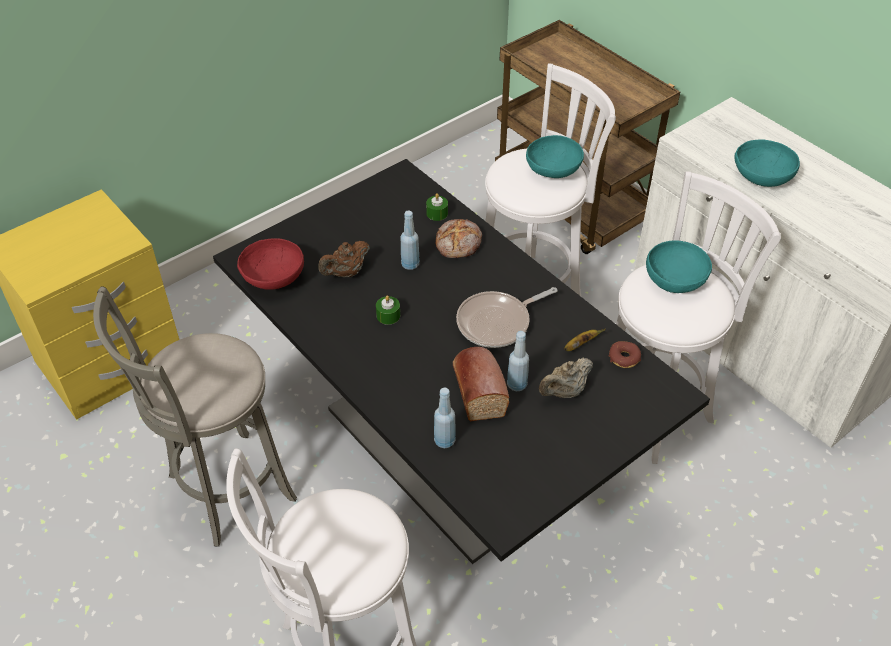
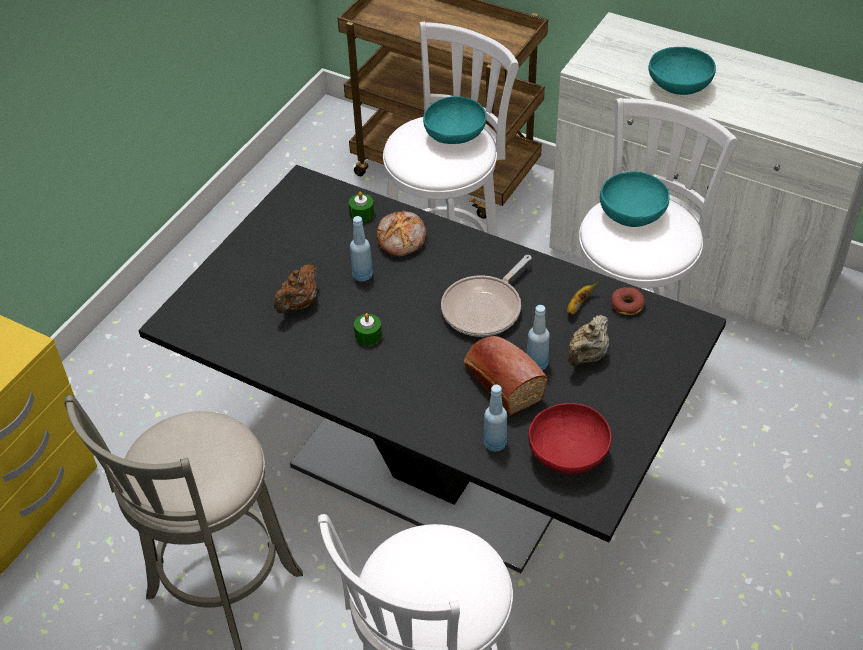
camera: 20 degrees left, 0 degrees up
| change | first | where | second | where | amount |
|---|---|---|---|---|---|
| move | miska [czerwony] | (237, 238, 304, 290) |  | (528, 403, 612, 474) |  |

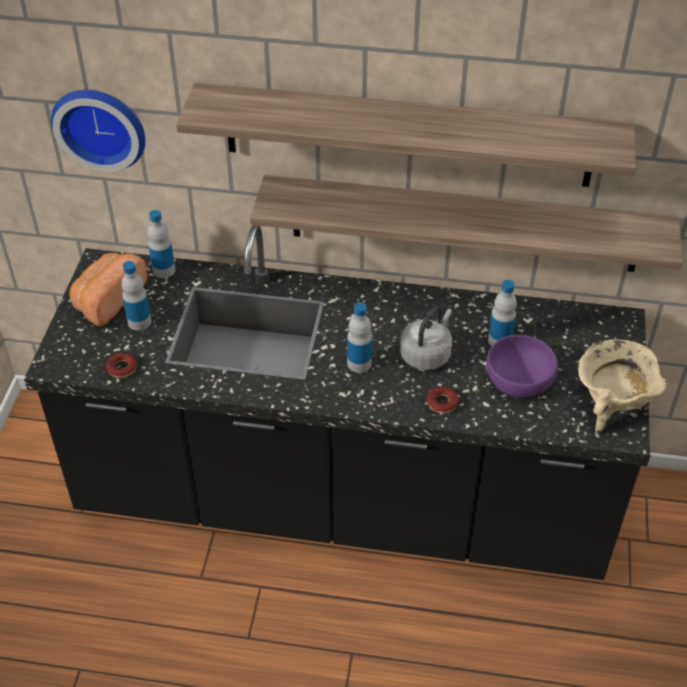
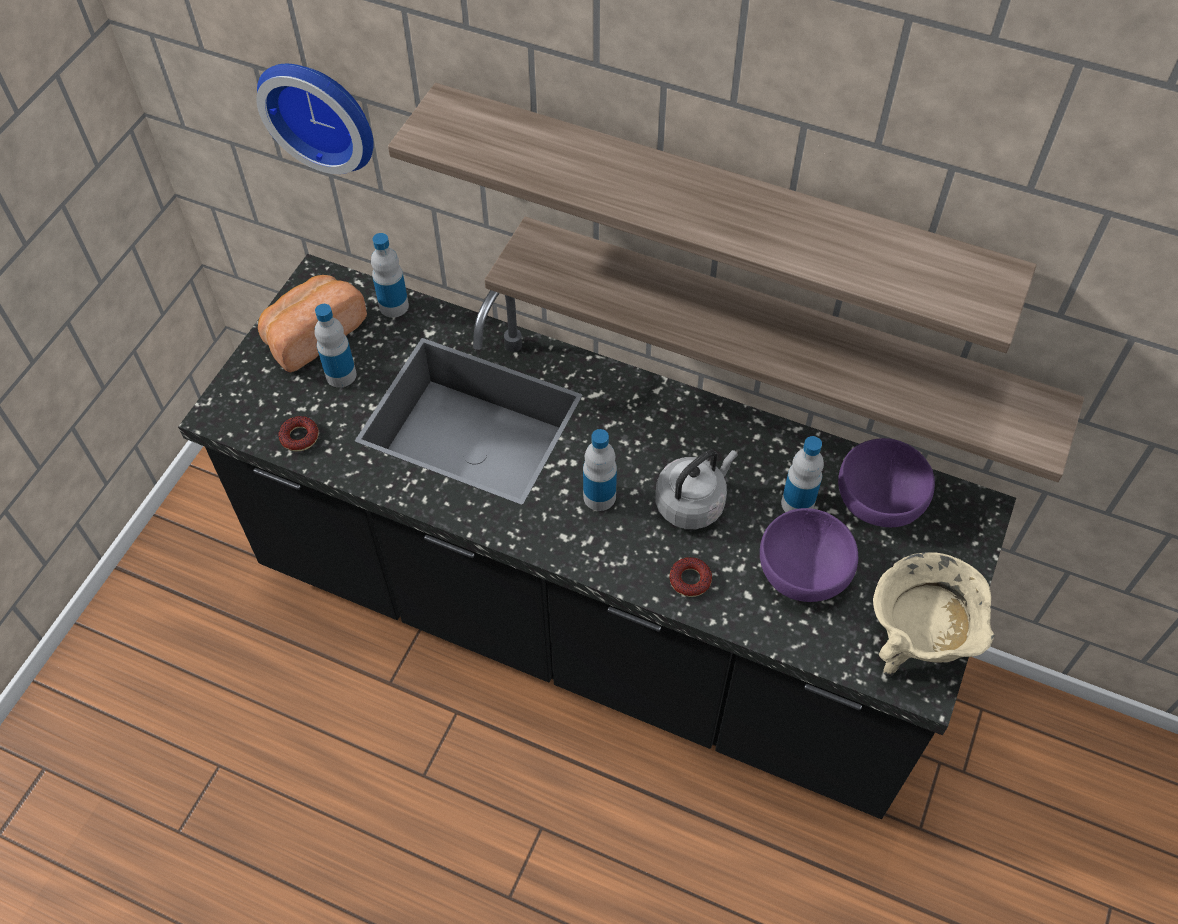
camera: 15 degrees right, 10 degrees up
| change | first | where | second | where | amount |
|---|---|---|---|---|---|
| insert |  |  | miska [fioletowy] | (838, 438, 935, 527) |  |

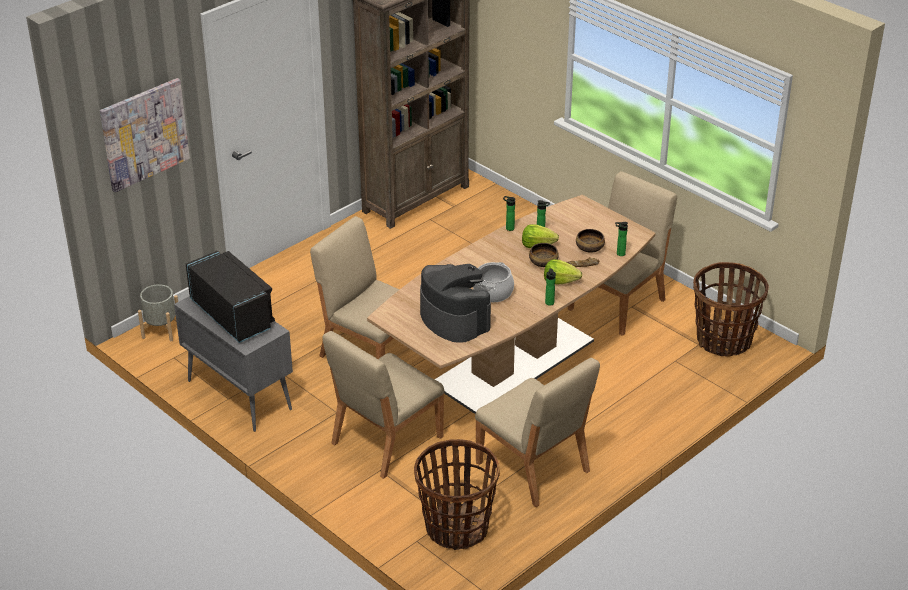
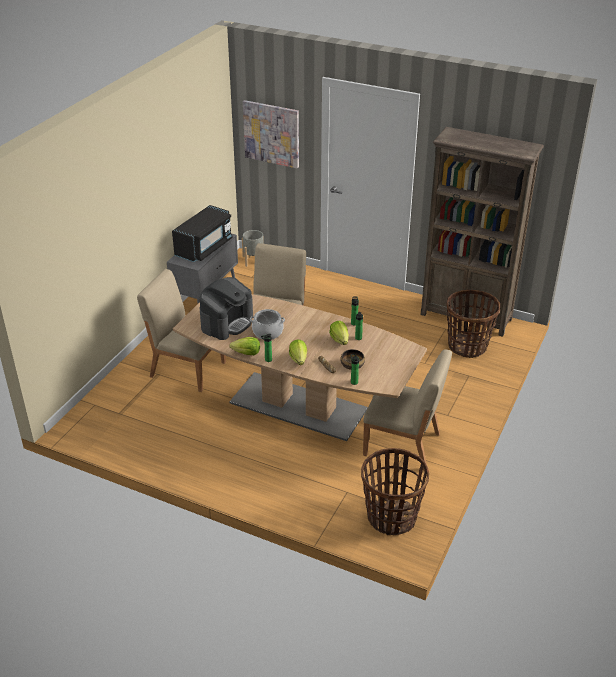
camera: 70 degrees right, 0 degrees up
| change | first | where | second | where | amount |
|---|---|---|---|---|---|
| move | koszyk | (414, 439, 500, 550) |  | (447, 290, 500, 358) |  |
| delete | krzesło [beżowy] | (475, 358, 600, 507) |  |  |  |
| delete | miska | (529, 243, 559, 267) |  |  |  |
| insert |  |  | sałata | (230, 337, 260, 355) |  |

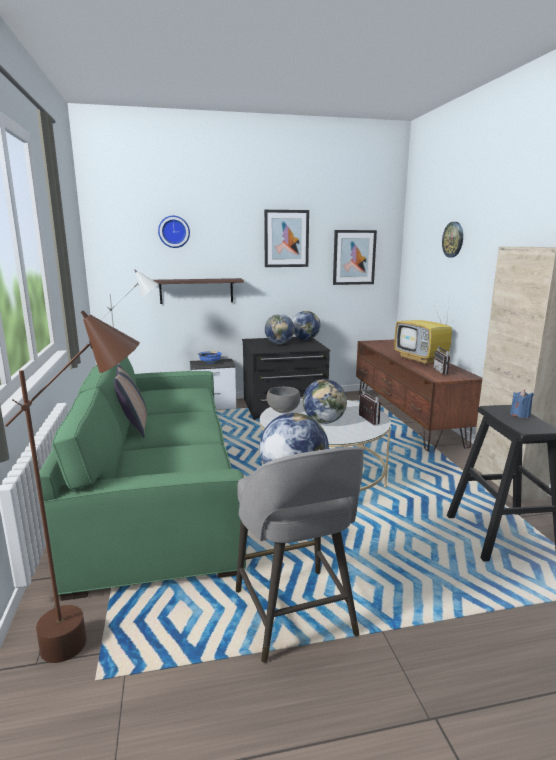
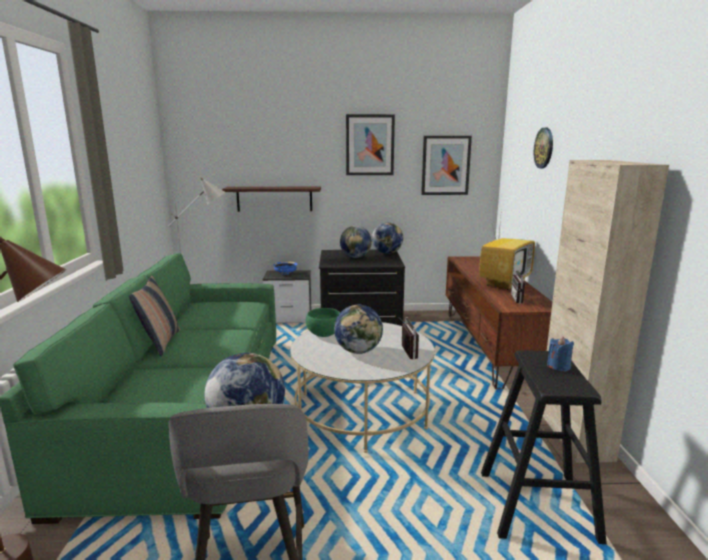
camera: 10 degrees right, 0 degrees up
| change | first | where | second | where | amount |
|---|---|---|---|---|---|
| delete | zegar ścienny | (158, 216, 190, 248) |  |  |  |
| recolor | miska [szary] | (267, 387, 300, 413) | miska [zielony] | (306, 308, 340, 337) |  |
| rotate | telewizor | (395, 304, 452, 365) |  | (479, 218, 535, 290) | 120 degrees counterclockwise |

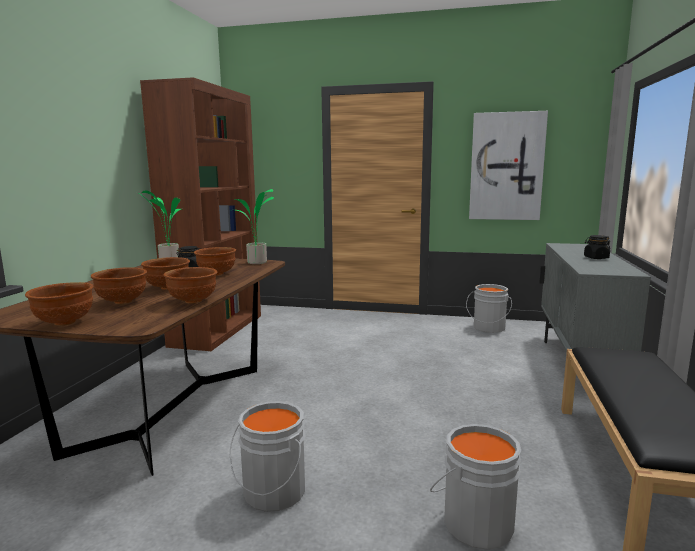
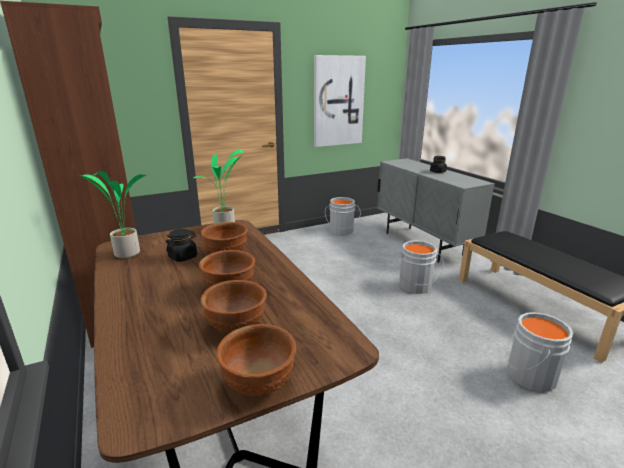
camera: 40 degrees left, 10 degrees up
| change | first | where | second | where | amount |
|---|---|---|---|---|---|
| delete | miska [brązowy] | (163, 267, 218, 304) |  |  |  |
| move | wiadro [szary] | (230, 401, 305, 512) |  | (395, 241, 444, 294) |  |

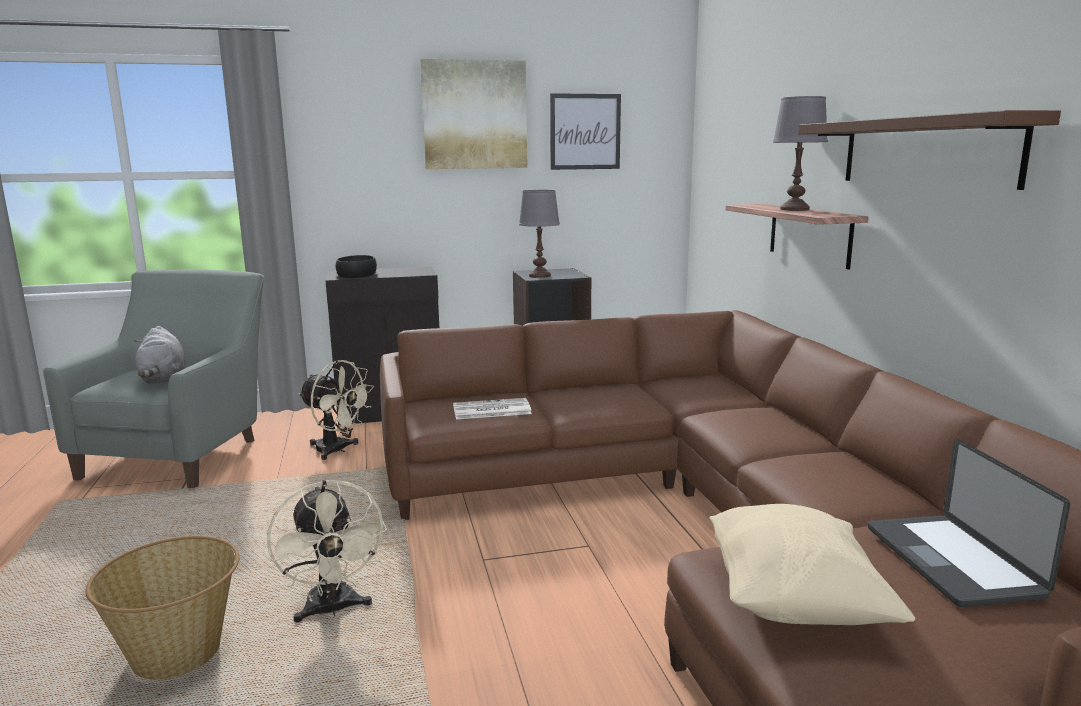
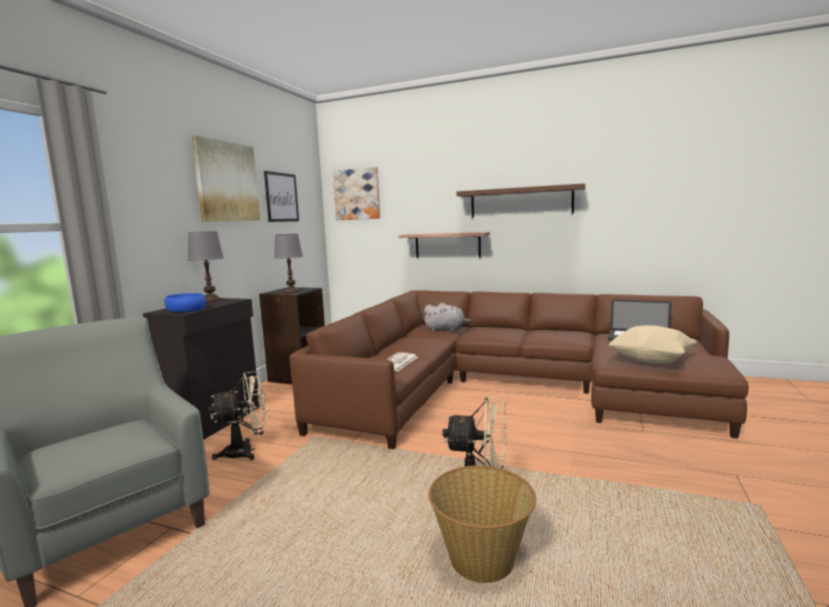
camera: 55 degrees left, 5 degrees down
| change | first | where | second | where | amount |
|---|---|---|---|---|---|
| move | pluszak [szary] | (134, 326, 185, 384) |  | (423, 303, 473, 332) |  |
| recolor | miska [czarny] | (336, 255, 377, 278) | miska [niebieski] | (164, 293, 206, 312) |  |
| move | lampa stołowa [szary] | (773, 96, 828, 211) |  | (188, 231, 224, 302) |  |
| insert |  |  | obraz | (333, 167, 380, 220) |  |

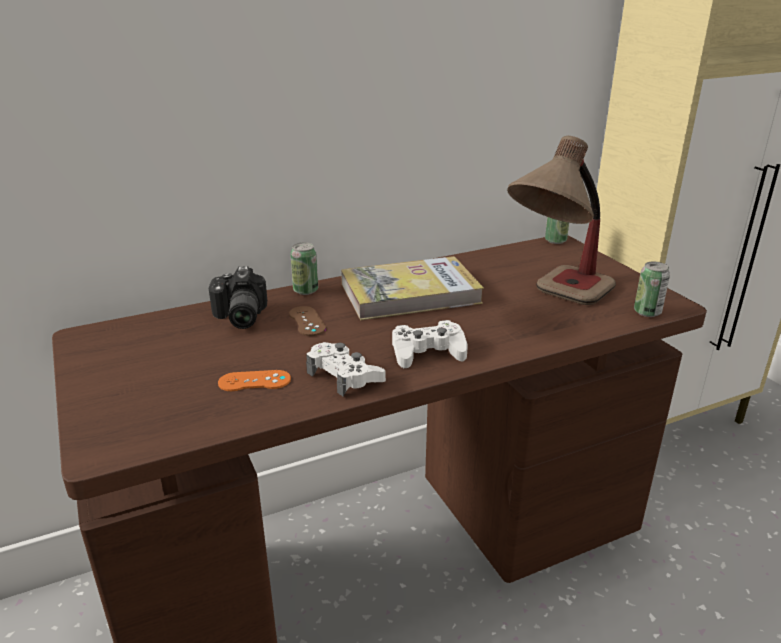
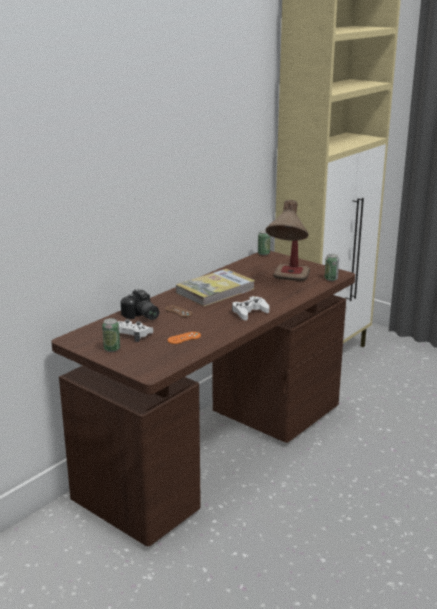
camera: 25 degrees left, 5 degrees down
| change | first | where | second | where | amount |
|---|---|---|---|---|---|
| move | puszka | (290, 242, 318, 295) |  | (102, 318, 120, 352) |  |
| move | pad do gier [biały] | (306, 342, 386, 397) |  | (118, 319, 153, 342) |  |

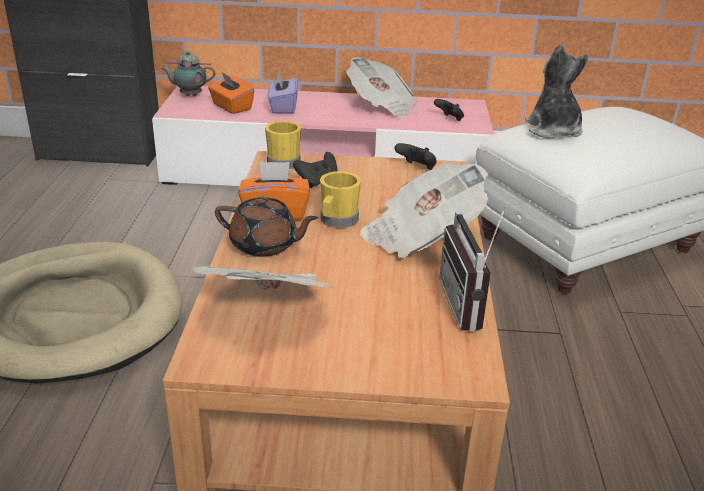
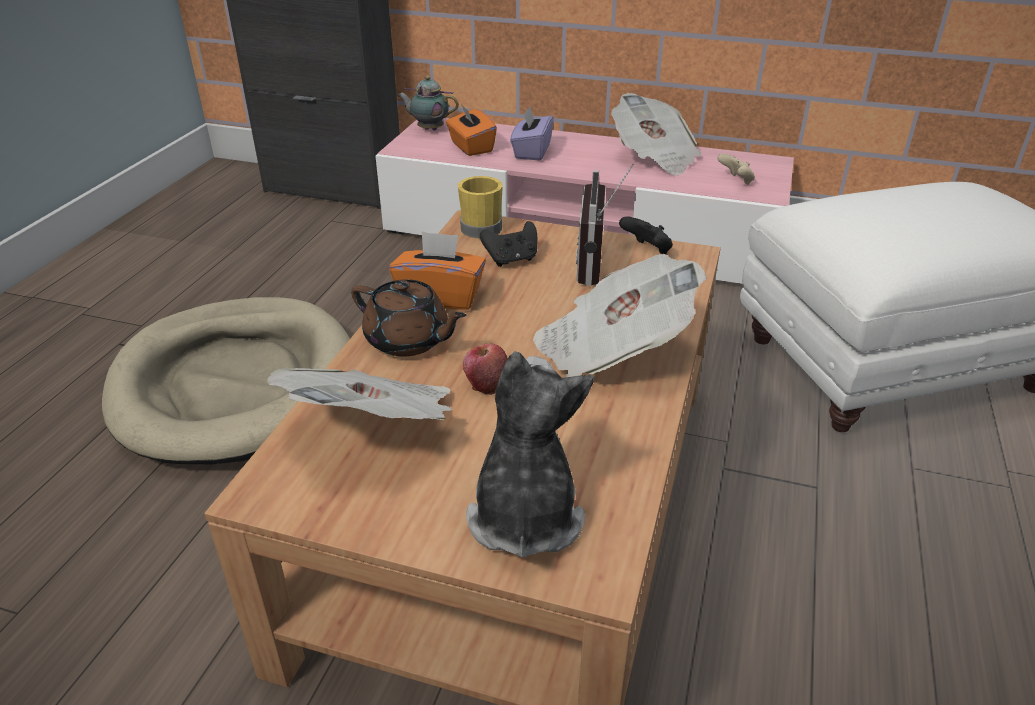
camera: 15 degrees right, 5 degrees up
| change | first | where | second | where | amount |
|---|---|---|---|---|---|
| delete | kubek [żółty] | (320, 171, 361, 228) |  |  |  |
| recolor | pad do gier [czarny] | (434, 99, 464, 121) | pad do gier [beżowy] | (717, 153, 755, 185) |  |
| move | radio | (439, 205, 506, 332) |  | (576, 163, 634, 286) |  |
| move | pluszak | (525, 44, 589, 139) |  | (466, 351, 594, 558) |  |
| insert |  |  | jabłko | (463, 344, 508, 395) |  |

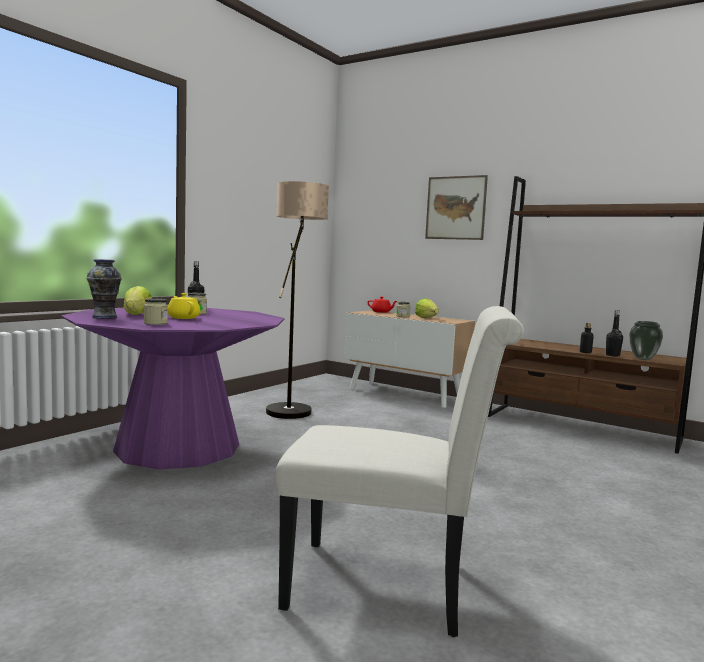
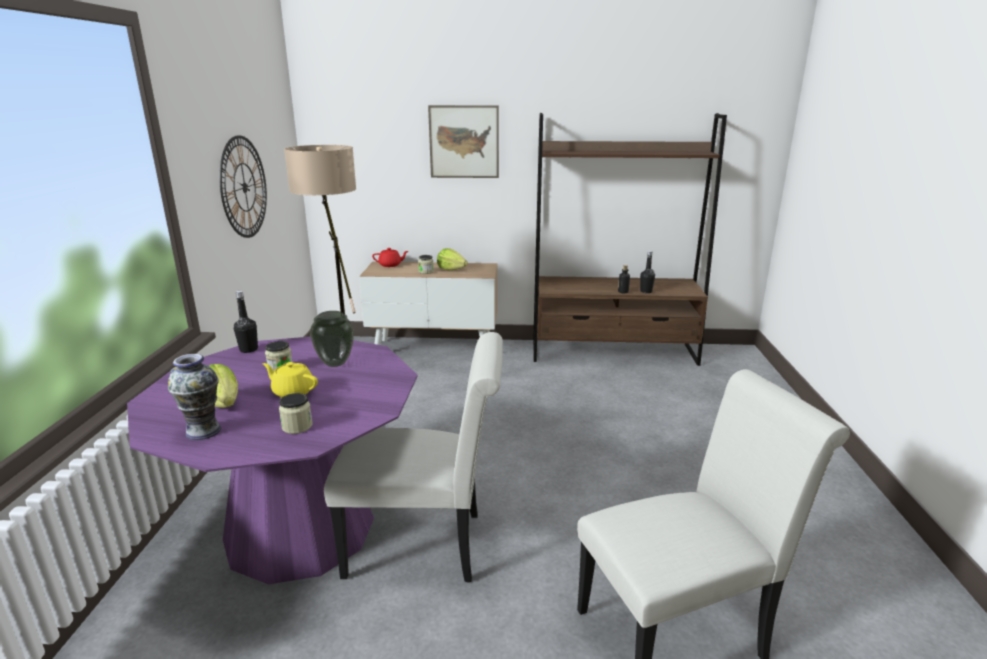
camera: 30 degrees left, 15 degrees up
| change | first | where | second | where | amount |
|---|---|---|---|---|---|
| move | wazon | (629, 321, 663, 360) |  | (310, 311, 354, 367) |  |
| insert |  |  | zegar ścienny | (219, 135, 267, 238) |  |
| insert |  |  | krzesło [biały] | (324, 332, 503, 582) |  |

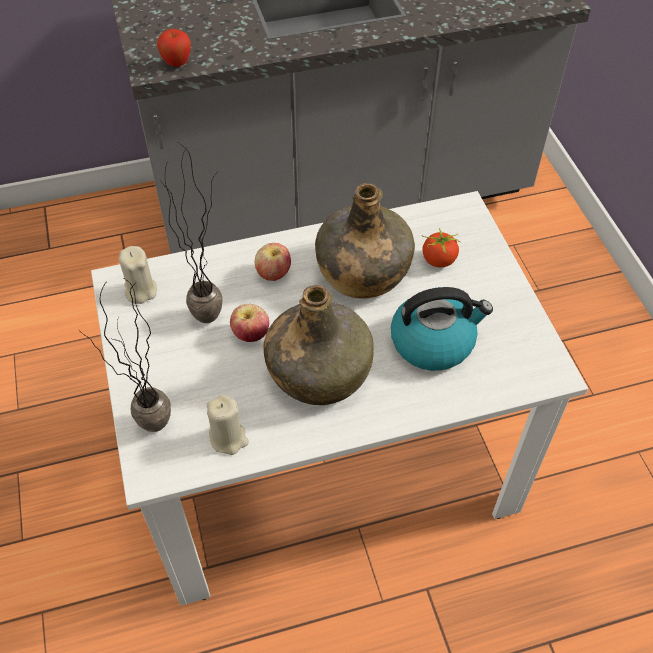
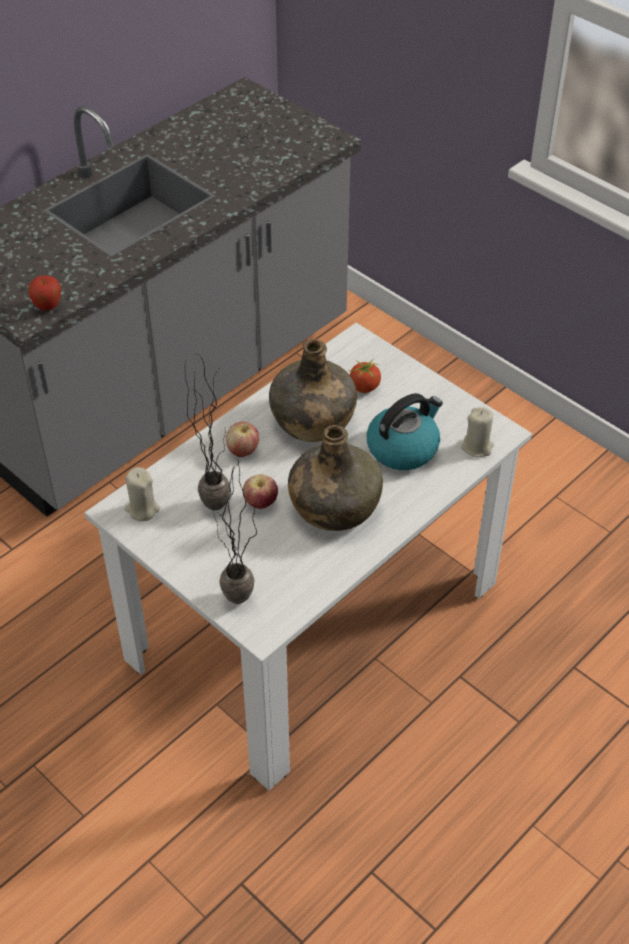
camera: 30 degrees left, 5 degrees down
| change | first | where | second | where | amount |
|---|---|---|---|---|---|
| move | świeca [beżowy] | (207, 395, 249, 455) |  | (461, 407, 494, 458) |  |

